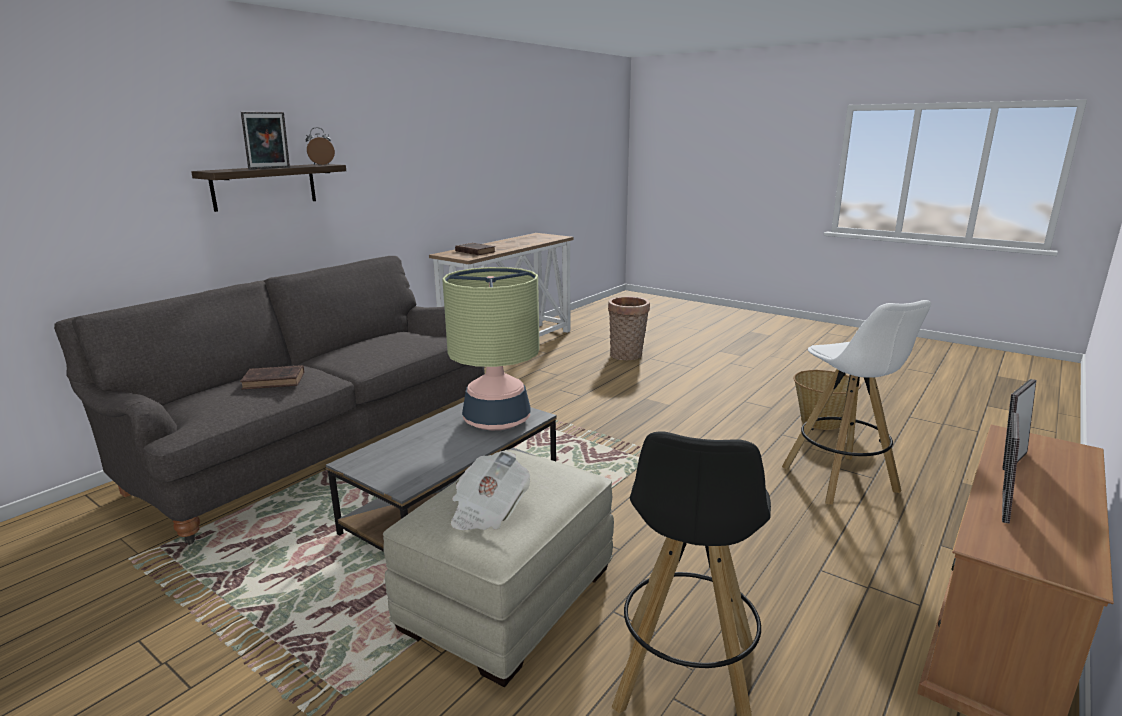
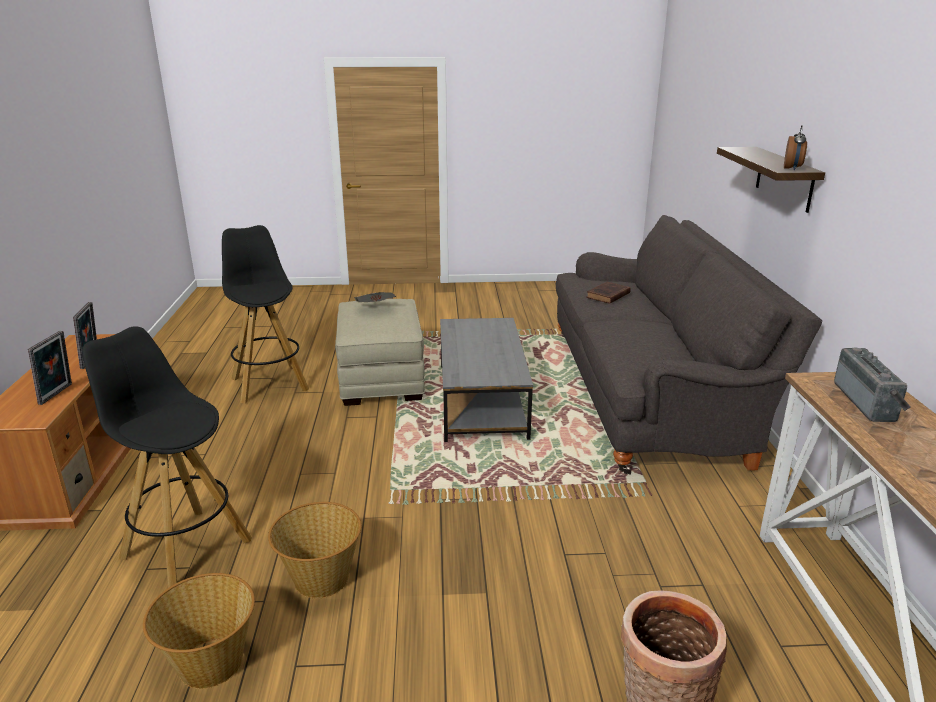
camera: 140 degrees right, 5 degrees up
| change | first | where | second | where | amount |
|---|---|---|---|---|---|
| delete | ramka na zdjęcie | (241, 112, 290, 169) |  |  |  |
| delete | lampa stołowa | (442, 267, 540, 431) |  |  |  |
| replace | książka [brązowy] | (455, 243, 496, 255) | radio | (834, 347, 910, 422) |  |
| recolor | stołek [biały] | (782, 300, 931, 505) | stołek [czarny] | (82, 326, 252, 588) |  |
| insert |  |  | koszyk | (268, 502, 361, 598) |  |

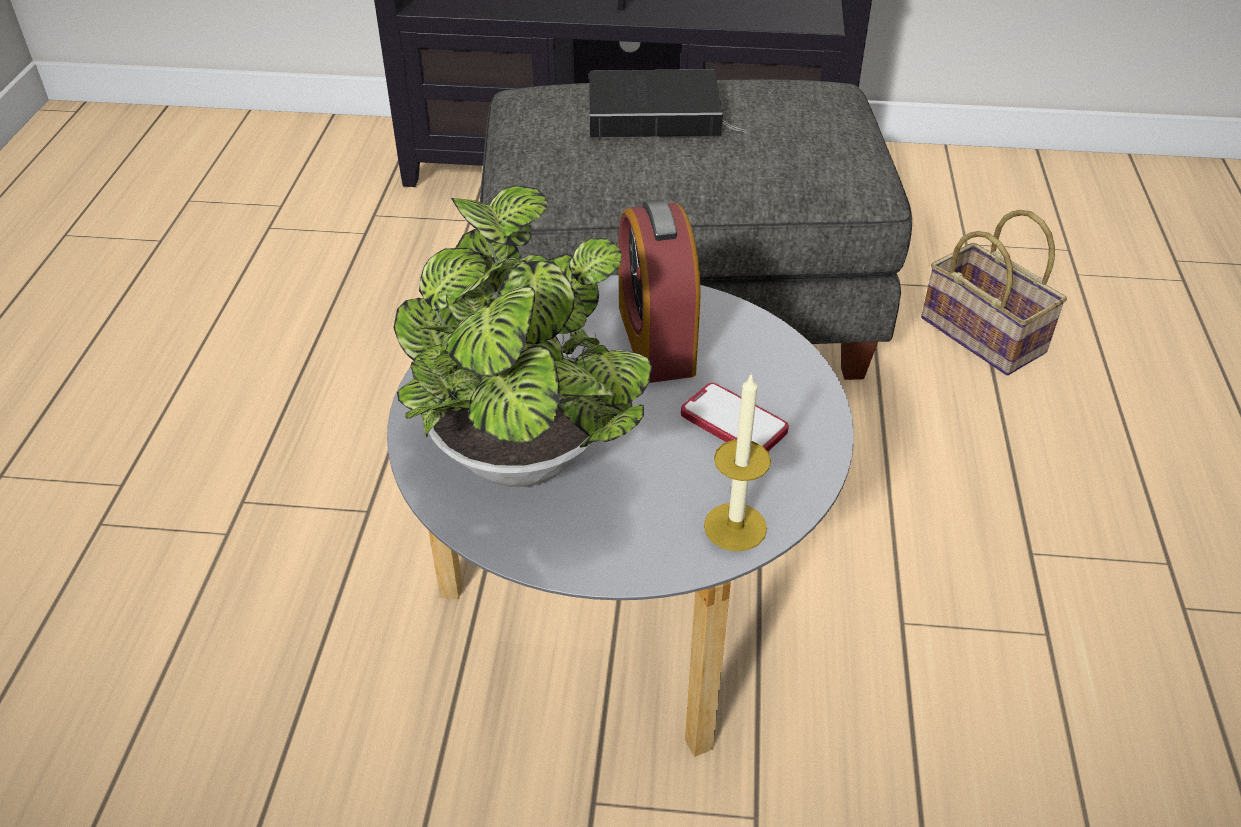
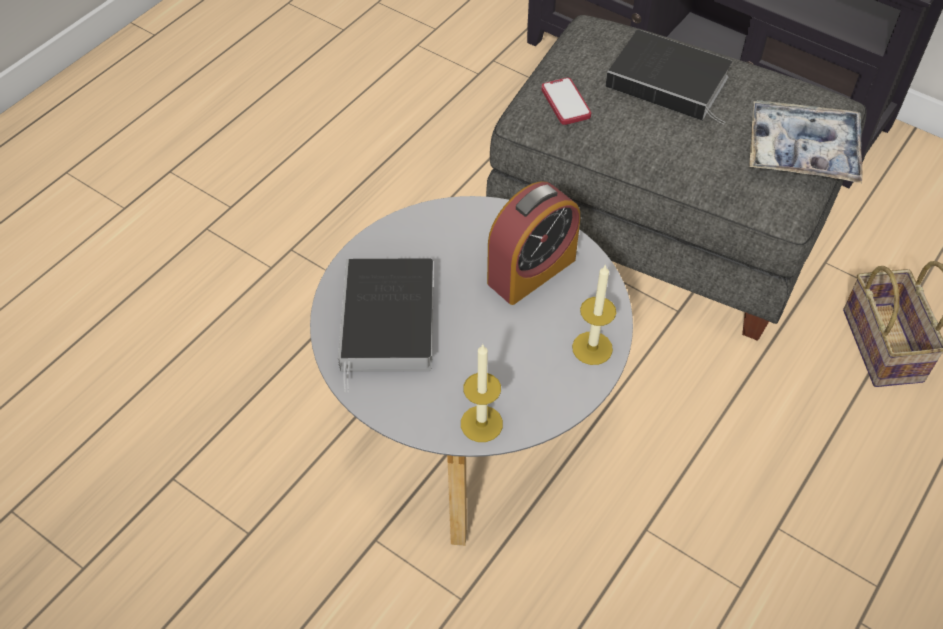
camera: 30 degrees right, 10 degrees up
| change | first | where | second | where | amount |
|---|---|---|---|---|---|
| replace | roślina doniczkowa | (393, 185, 652, 487) | książka | (338, 258, 434, 393) |  |
| rotate | budzik | (619, 199, 701, 383) |  | (487, 181, 580, 305) | 150 degrees counterclockwise |
| move | telefon | (681, 383, 789, 451) |  | (541, 78, 591, 125) |  |
| insert |  |  | świeca | (572, 264, 616, 365) |  |
| insert |  |  | taca | (749, 100, 863, 183) |  |

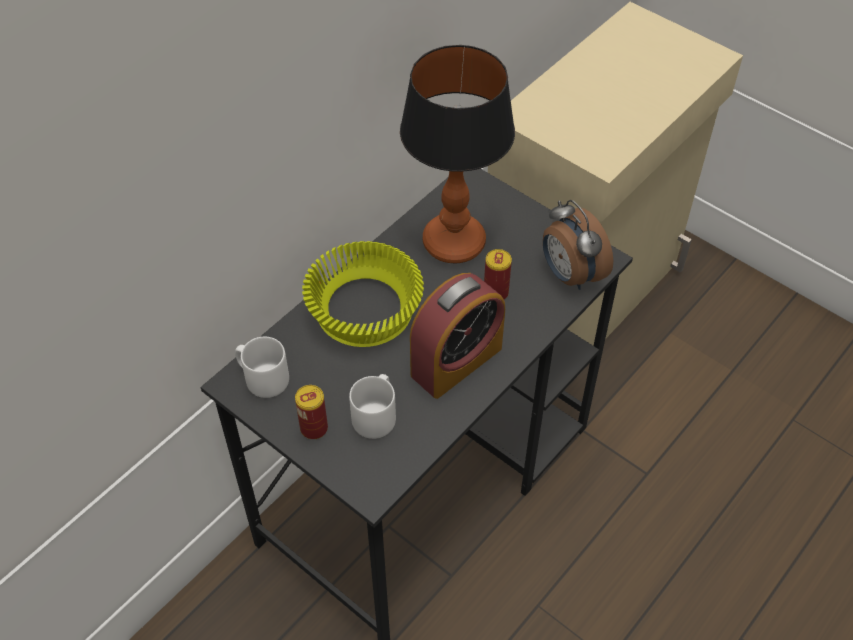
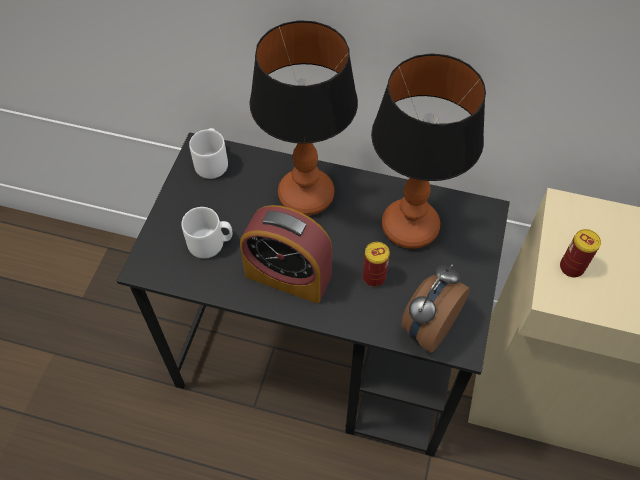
camera: 65 degrees right, 5 degrees up
| change | first | where | second | where | amount |
|---|---|---|---|---|---|
| move | puszka | (295, 385, 328, 439) |  | (560, 229, 601, 278) |  |
| replace | miska [żółty] | (302, 241, 424, 347) | lampa stołowa | (249, 20, 358, 216) |  |

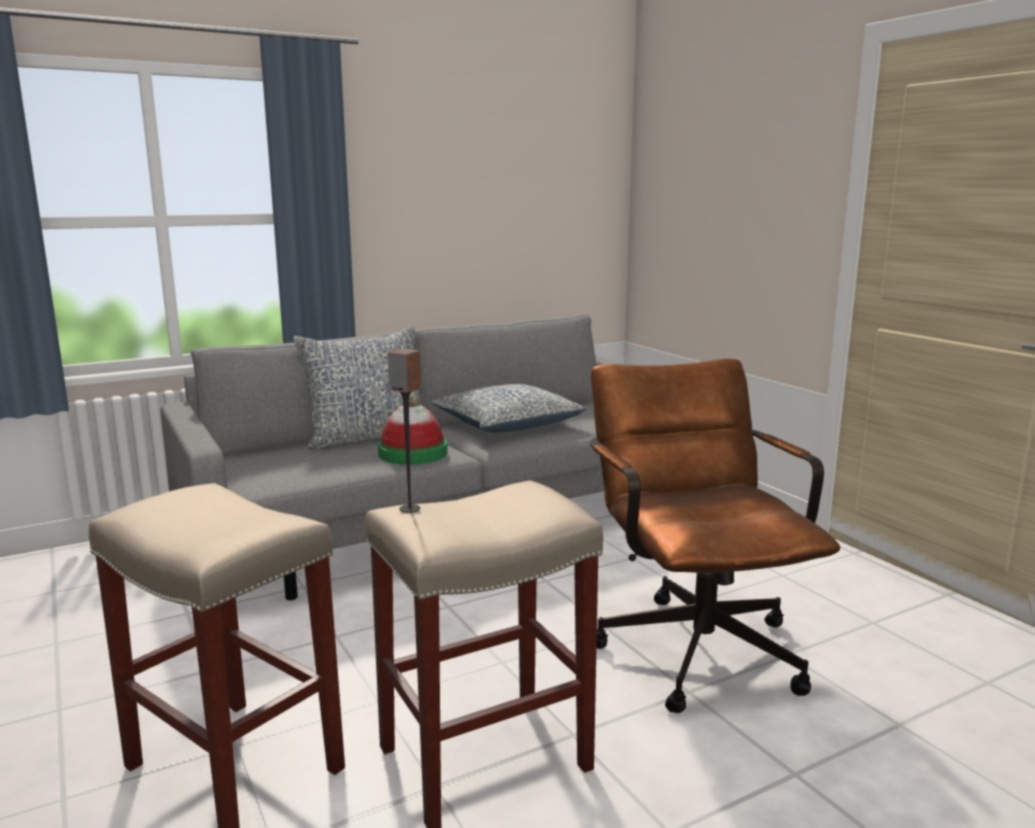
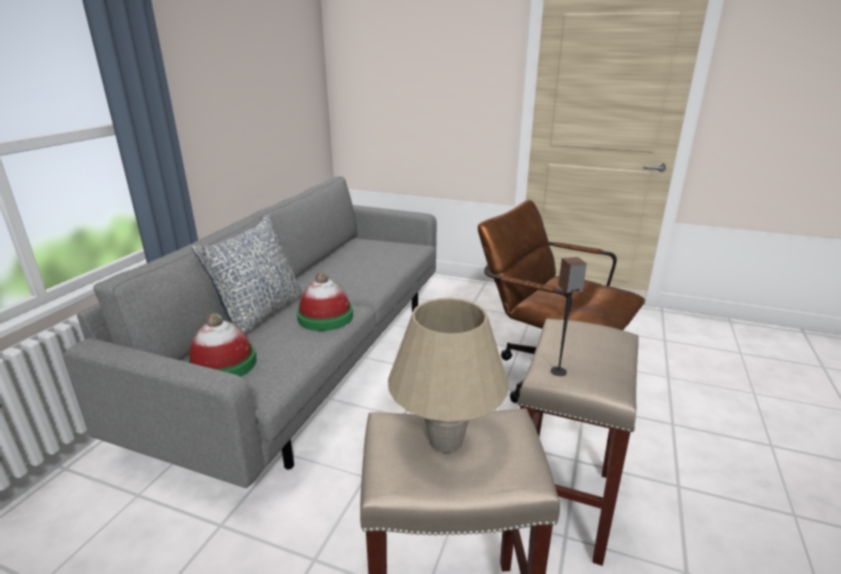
camera: 40 degrees left, 10 degrees up
| change | first | where | second | where | amount |
|---|---|---|---|---|---|
| delete | poduszka | (432, 384, 586, 433) |  |  |  |
| insert |  |  | kapelusz | (187, 313, 257, 377) |  |
| insert |  |  | lampa stołowa [beżowy] | (388, 298, 509, 453) |  |

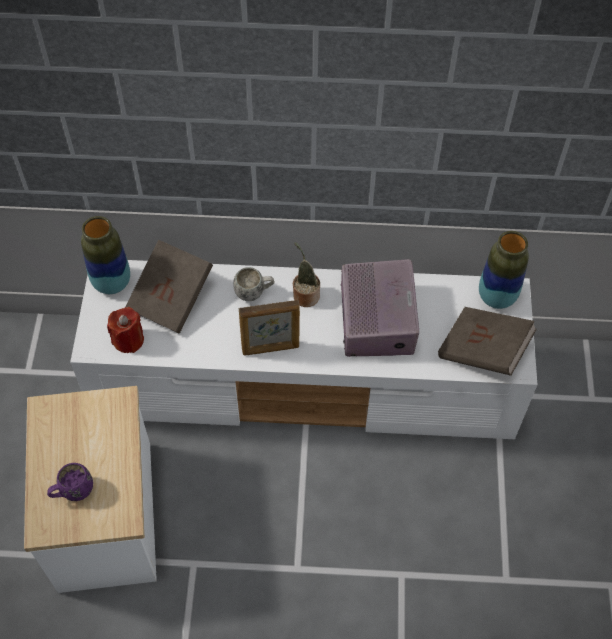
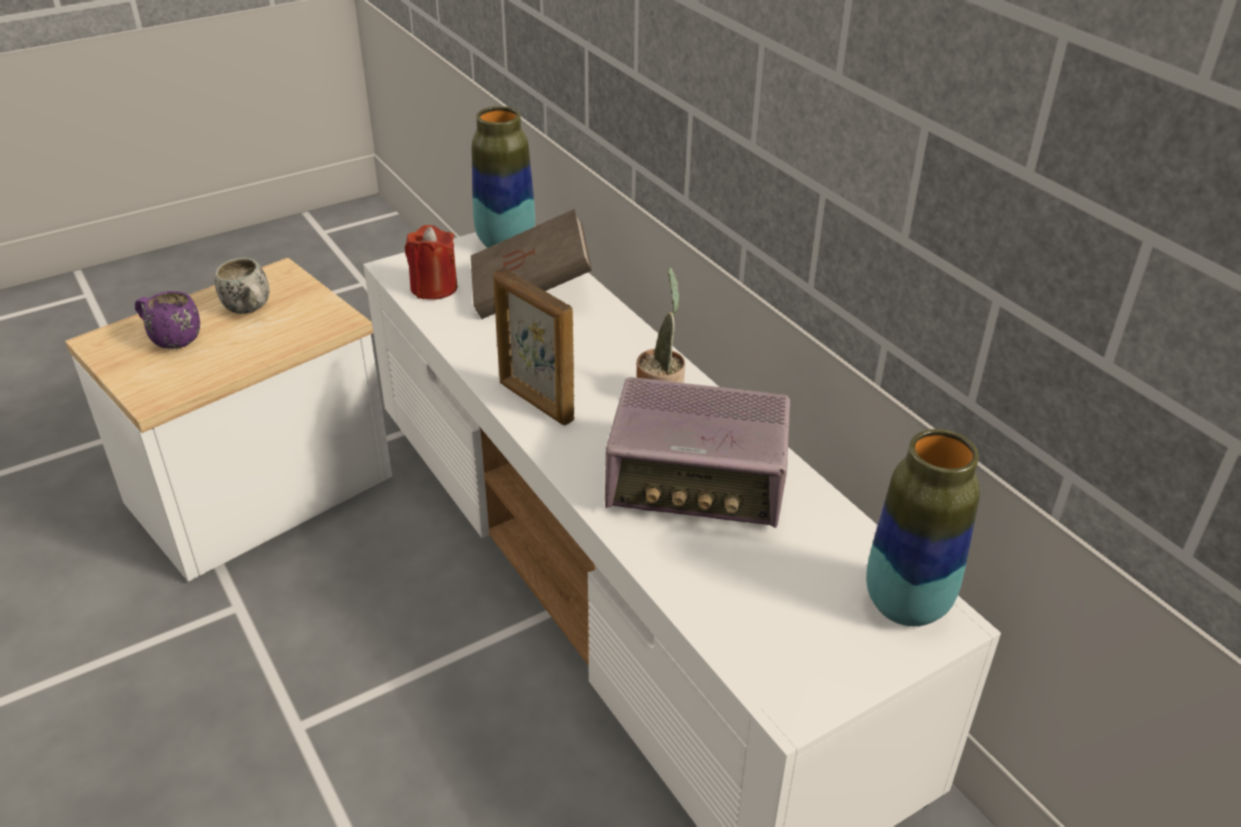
camera: 55 degrees right, 20 degrees down
| change | first | where | second | where | amount |
|---|---|---|---|---|---|
| move | kubek [biały] | (233, 267, 275, 301) |  | (215, 258, 269, 314) |  |
| rotate | radio | (340, 259, 419, 357) |  | (605, 377, 790, 528) | 45 degrees clockwise |
| delete | książka [brązowy] | (438, 307, 537, 376) |  |  |  |

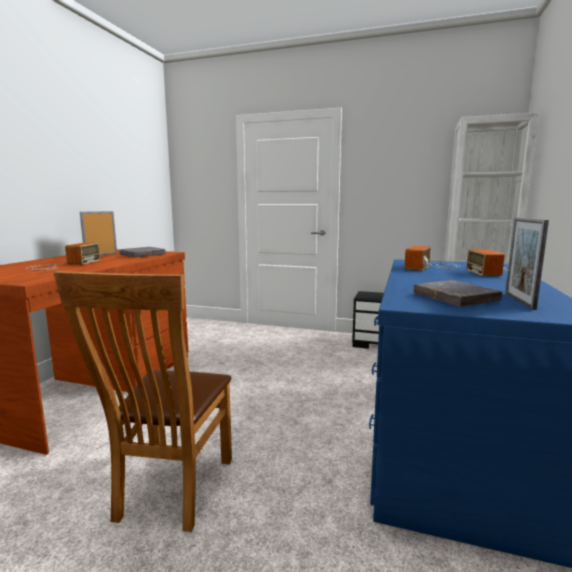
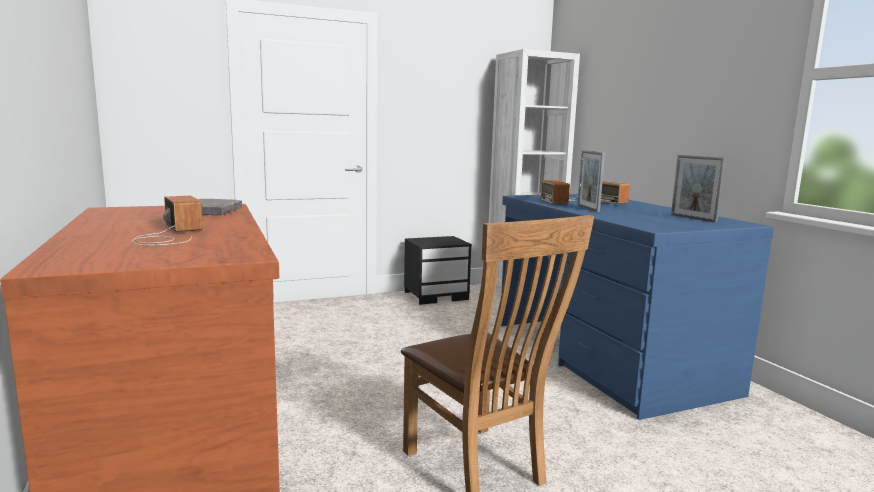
camera: 40 degrees left, 0 degrees up
| change | first | where | second | where | amount |
|---|---|---|---|---|---|
| move | ramka na zdjęcie | (80, 211, 117, 255) |  | (577, 150, 605, 212) |  |
| delete | książka [szary] | (413, 280, 502, 306) |  |  |  |

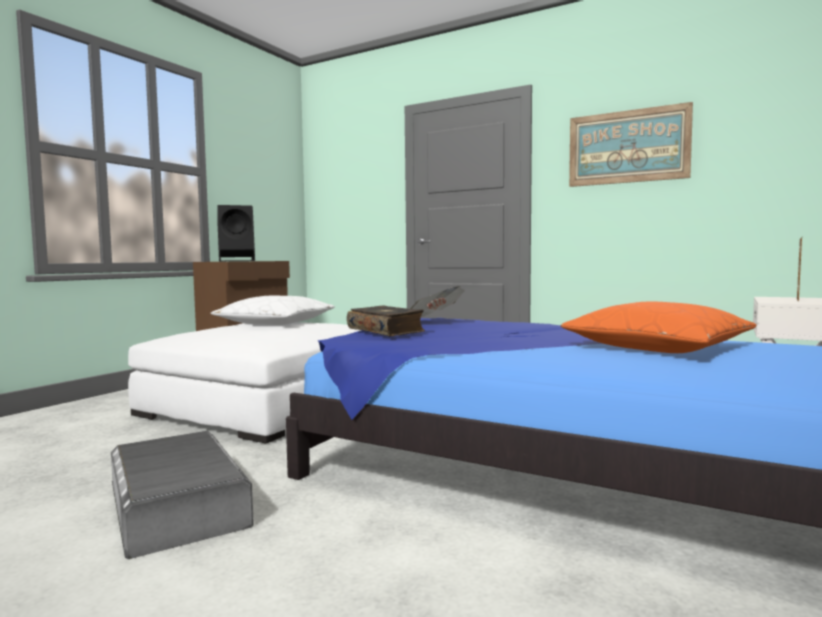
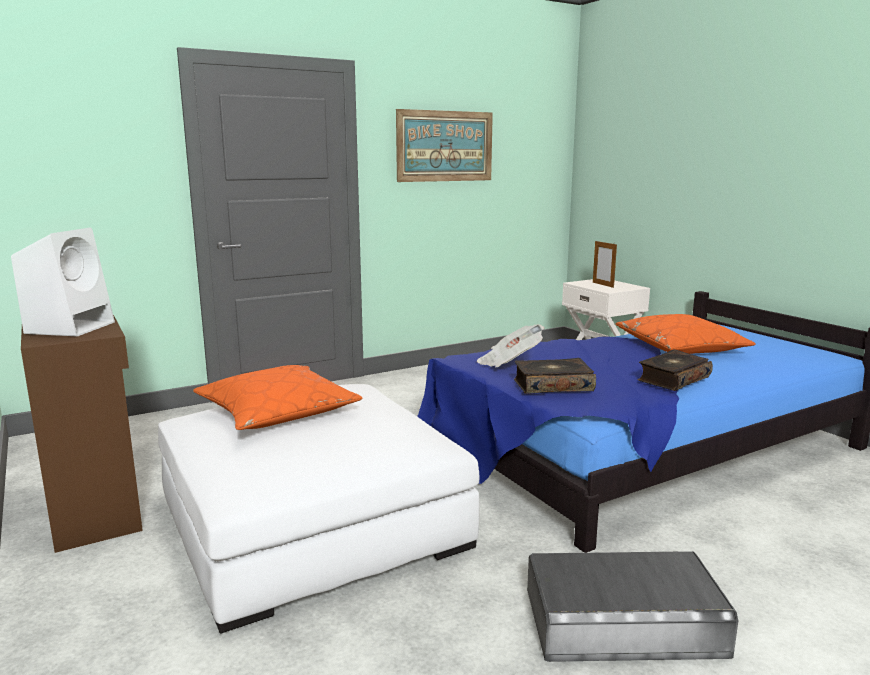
camera: 60 degrees left, 10 degrees up
| change | first | where | second | where | amount |
|---|---|---|---|---|---|
| recolor | poduszka [biały] | (211, 296, 335, 325) | poduszka [pomarańczowy] | (193, 365, 362, 430) |  |
| recolor | głośnik [czarny] | (217, 205, 255, 261) | głośnik [biały] | (11, 227, 115, 336) |  |
| insert |  |  | książka | (637, 349, 713, 391) |  |

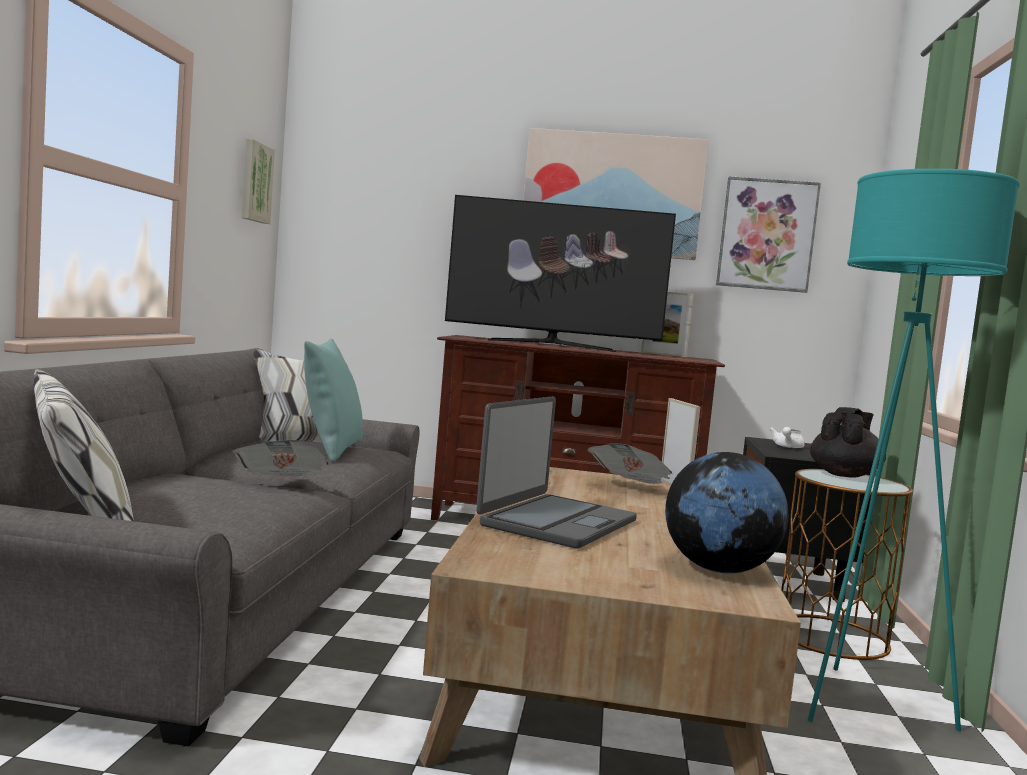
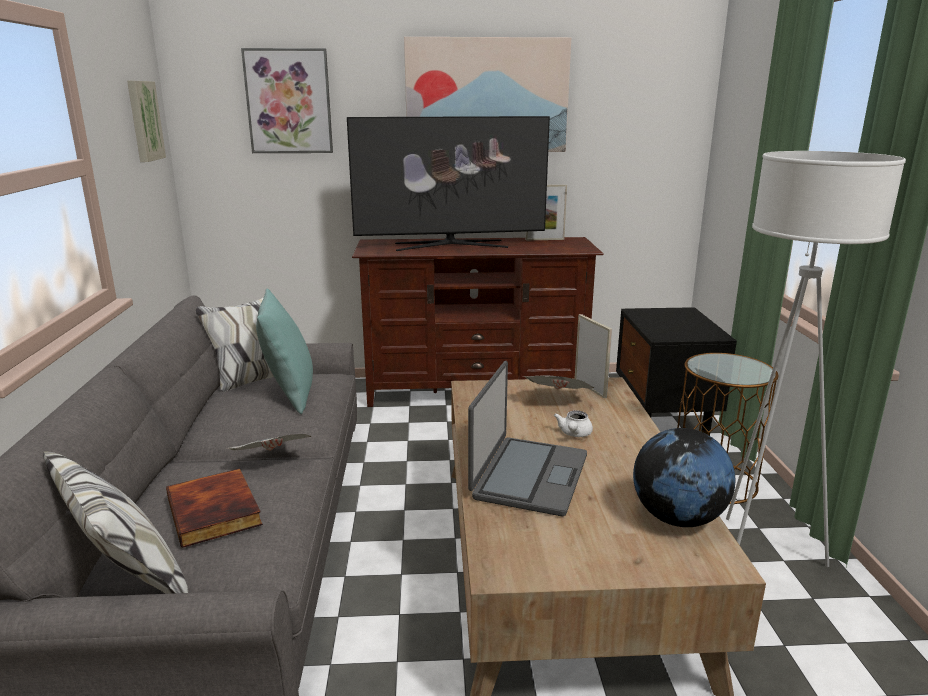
camera: 10 degrees left, 15 degrees up
| change | first | where | second | where | amount |
|---|---|---|---|---|---|
| move | obraz | (716, 176, 821, 293) |  | (241, 48, 333, 153) |  |
| move | imbryk [biały] | (770, 427, 805, 449) |  | (554, 410, 593, 437) |  |
| recolor | lampa stojąca [turkusowy] | (808, 169, 1020, 731) | lampa stojąca [biały] | (726, 151, 906, 567) |  |
| delete | imbryk [czarny] | (810, 407, 886, 478) |  |  |  |
| insert |  |  | książka | (166, 468, 263, 548) |  |

